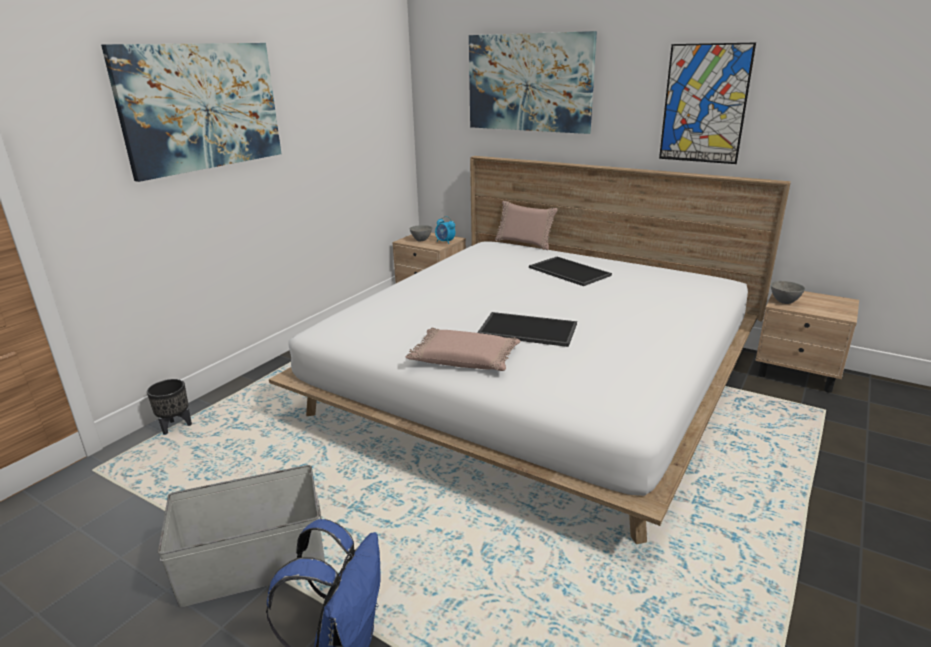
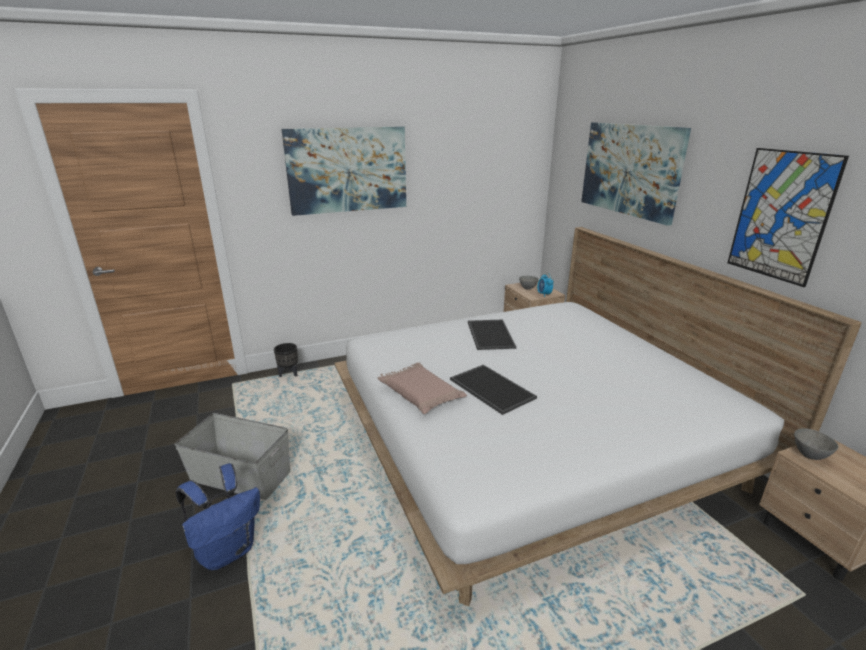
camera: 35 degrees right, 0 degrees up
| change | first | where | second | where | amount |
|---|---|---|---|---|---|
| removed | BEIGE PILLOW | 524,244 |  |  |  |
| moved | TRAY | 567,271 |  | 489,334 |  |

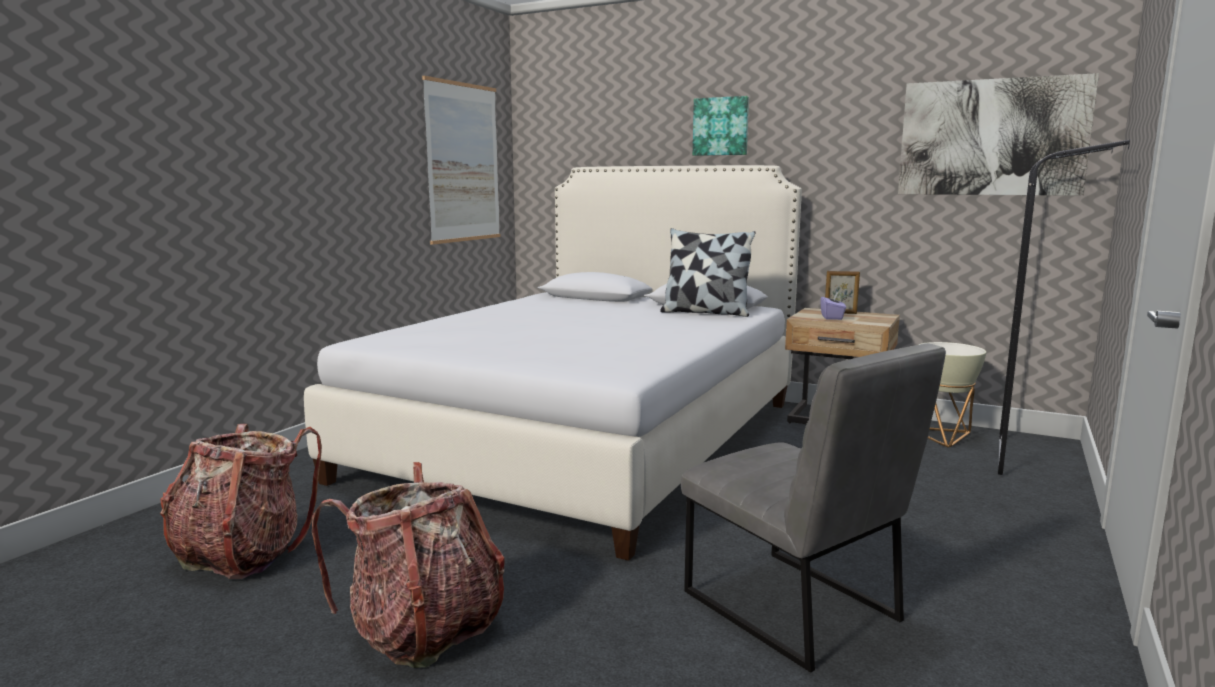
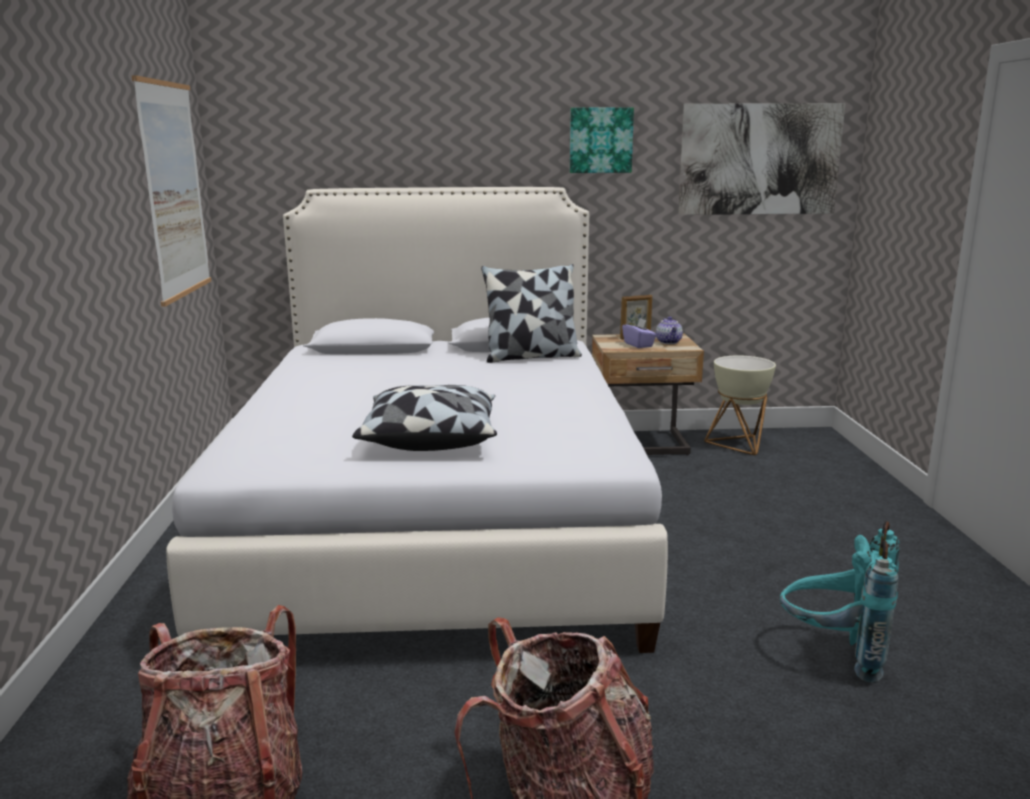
camera: 30 degrees left, 5 degrees up
| change | first | where | second | where | amount |
|---|---|---|---|---|---|
| moved | PICTURE | 721,126 |  | 600,140 |  |
| removed | BLACK CLOTHES RACK | 1035,462 |  |  |  |
| replaced | GREY CHAIR | 794,609 | TURQUOISE BACKPACK | 833,653 |  |
| added |  |  | TEAPOT | 669,342 |  |
| added |  |  | PILLOW | 430,438 |  |

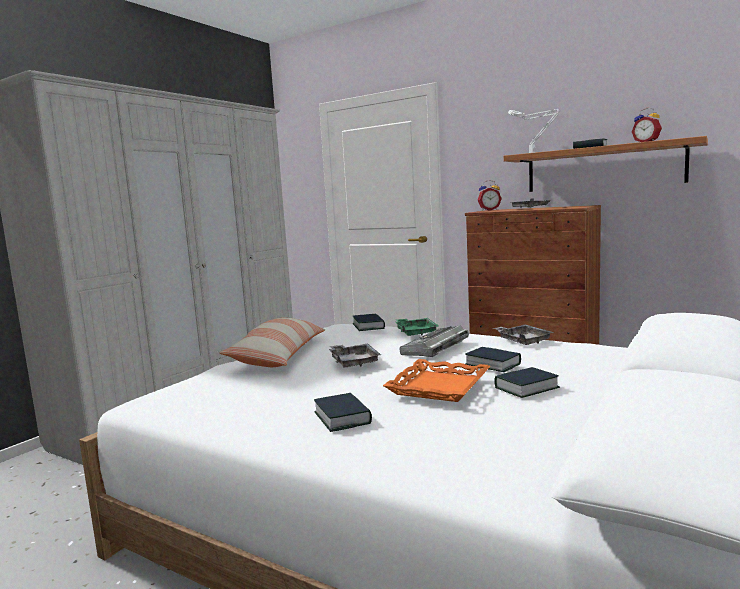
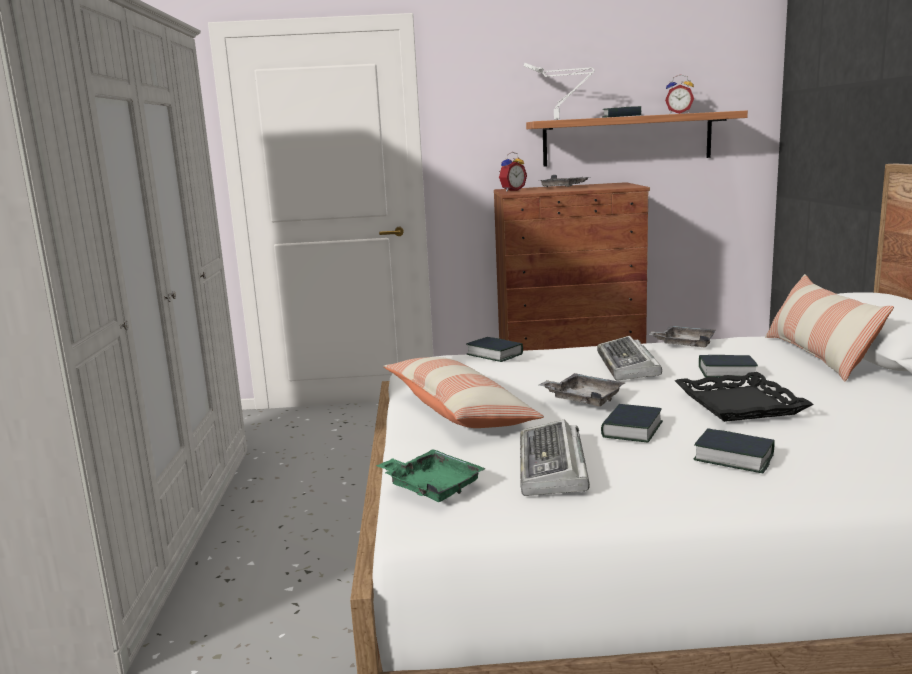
camera: 35 degrees left, 5 degrees up
| change | first | where | second | where | amount |
|---|---|---|---|---|---|
| moved | GREEN TRAY | 415,332 |  | 432,486 |  |
| recoloured | ORANGE TRAY | 439,387 | BLACK TRAY | 740,404 |  |
| moved | BOOK | 526,388 |  | 631,430 |  |
| added |  |  | PILLOW | 818,356 |  |
| added |  |  | KEYBOARD | 552,468 |  |

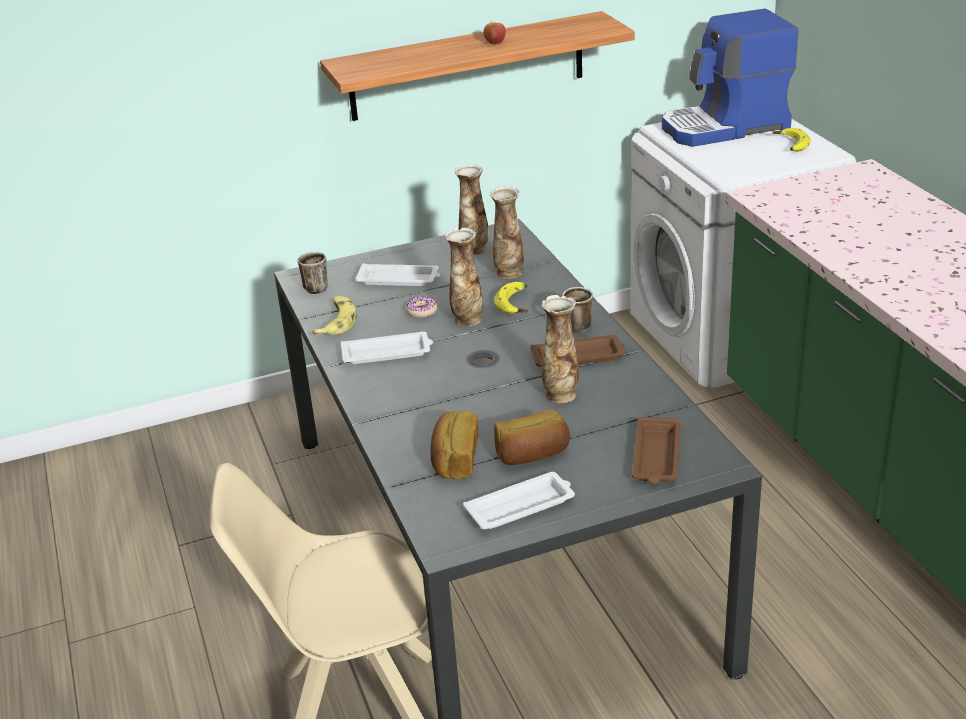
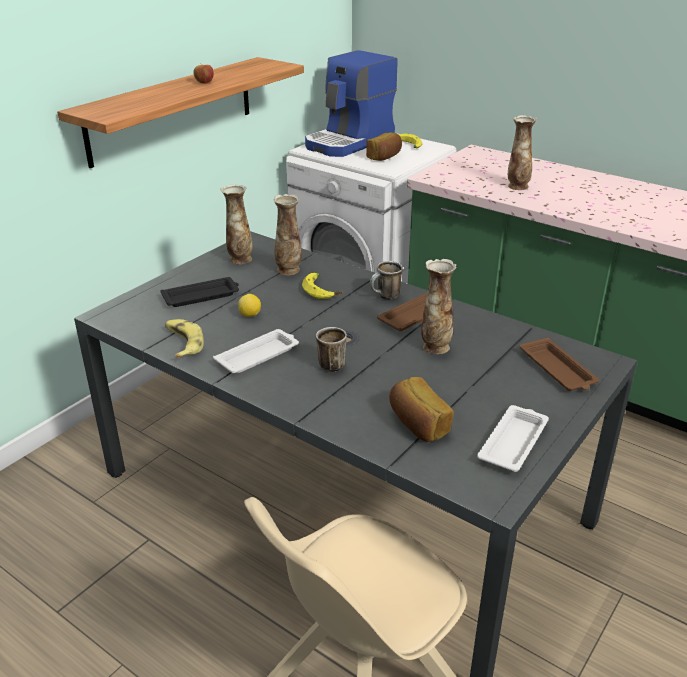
camera: 35 degrees left, 0 degrees up
| change | first | where | second | where | amount |
|---|---|---|---|---|---|
| moved | VASE | 467,319 |  | 517,186 |  |
| moved | MUG | 317,287 |  | 329,364 |  |
| recoloured | WHITE TRAY | 399,280 | BLACK TRAY | 202,296 |  |
| replaced | DONUT | 422,311 | LEMON | 250,315 |  |
| moved | BREAD | 532,454 |  | 385,157 |  |

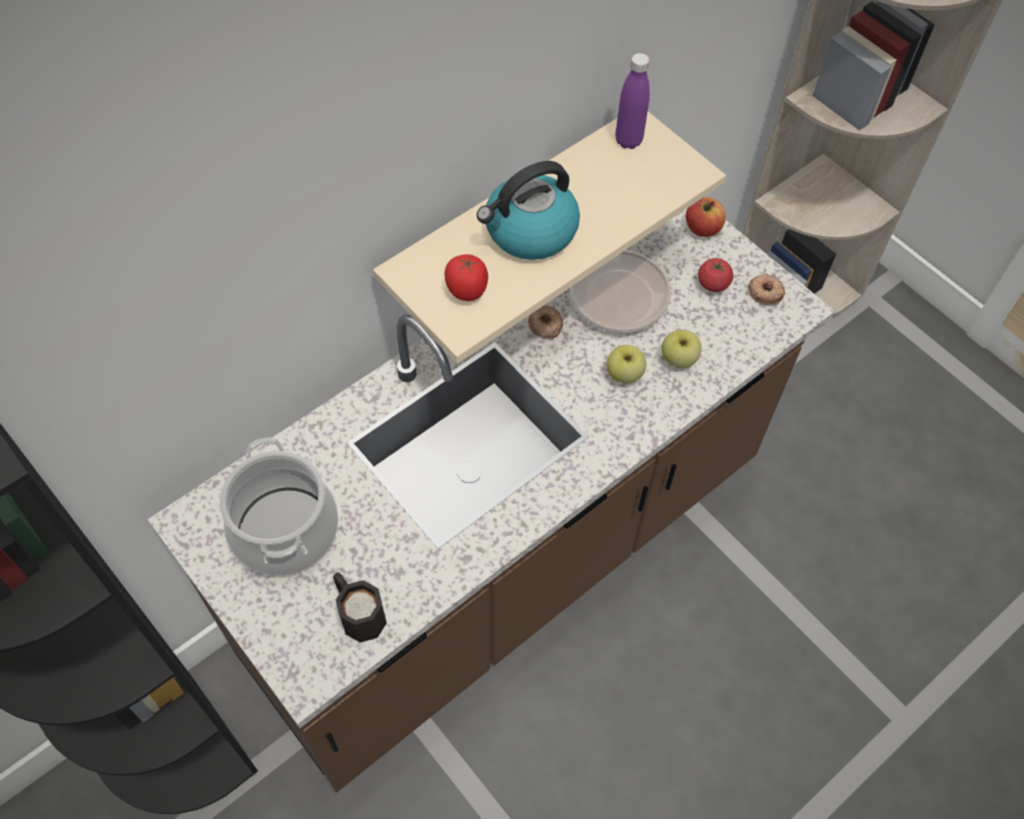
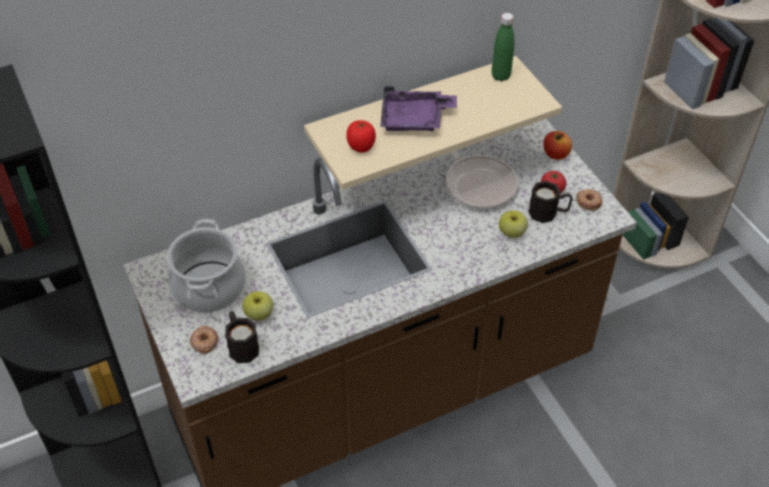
camera: 15 degrees right, 10 degrees down
| change | first | where | second | where | amount |
|---|---|---|---|---|---|
| recoloured | PURPLE BOTTLE | 628,140 | GREEN BOTTLE | 500,76 |  |
| replaced | KETTLE | 529,232 | PURPLE TRAY | 414,119 |  |
| moved | DONUT | 545,324 |  | 204,342 |  |
| moved | APPLE | 624,374 |  | 259,314 |  |
| added |  |  | BLACK MUG | 548,213 |  |

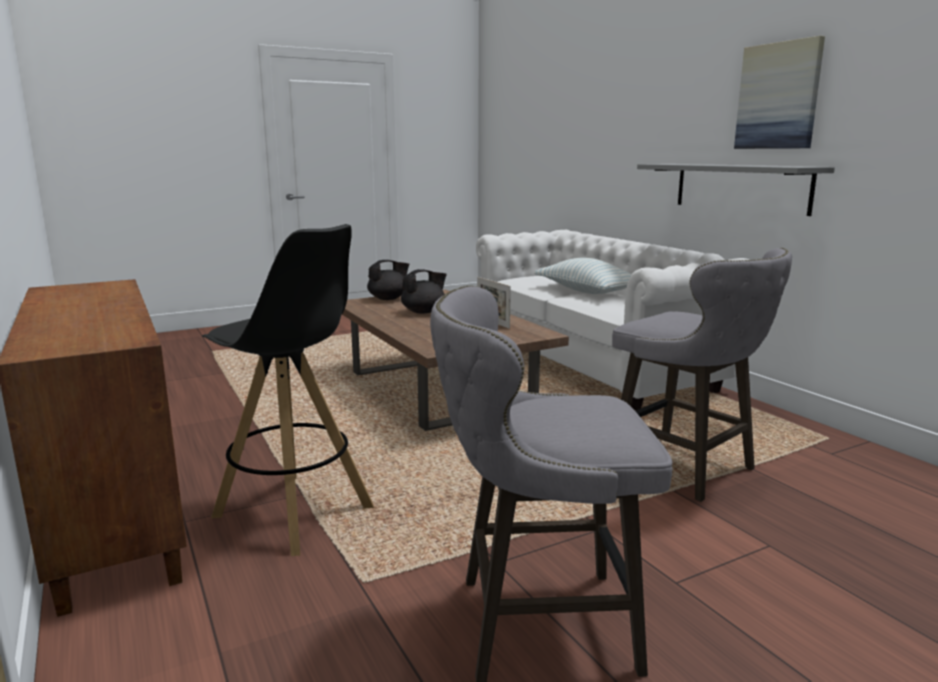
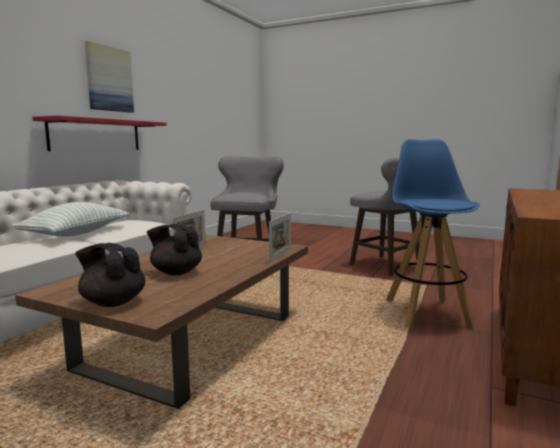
camera: 125 degrees left, 5 degrees down
| change | first | where | second | where | amount |
|---|---|---|---|---|---|
| recoloured | GREY SHELF | 740,187 | RED SHELF | 96,135 |  |
| recoloured | BLACK STOOL | 295,512 | BLUE STOOL | 426,312 |  |
| added |  |  | PICTURE FRAME | 280,255 |  |

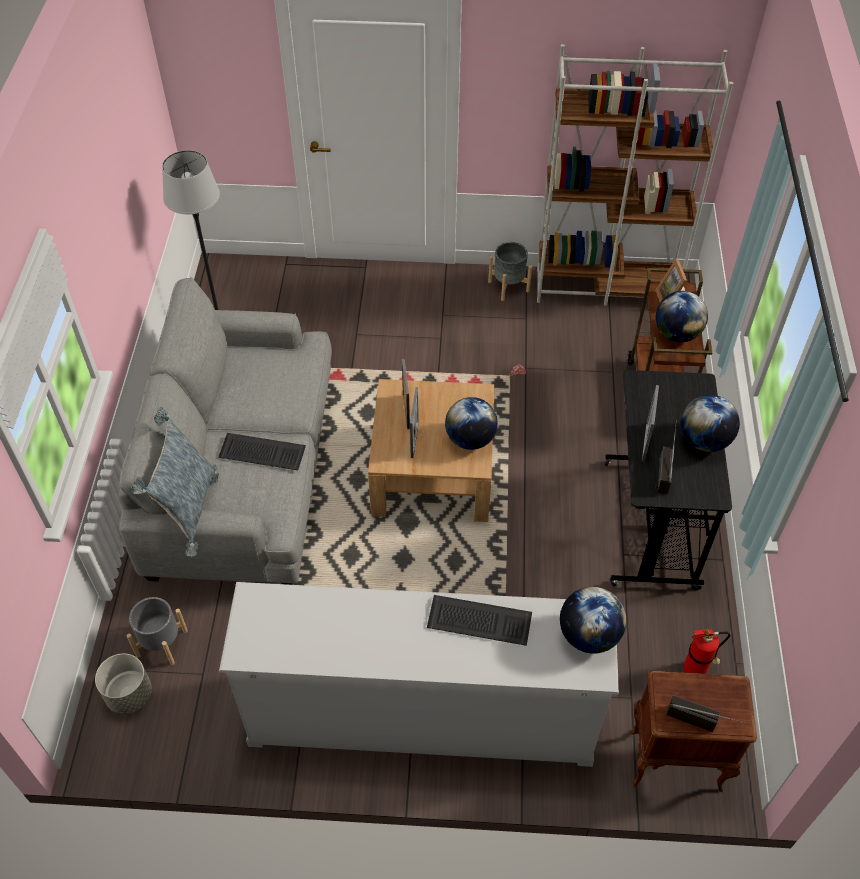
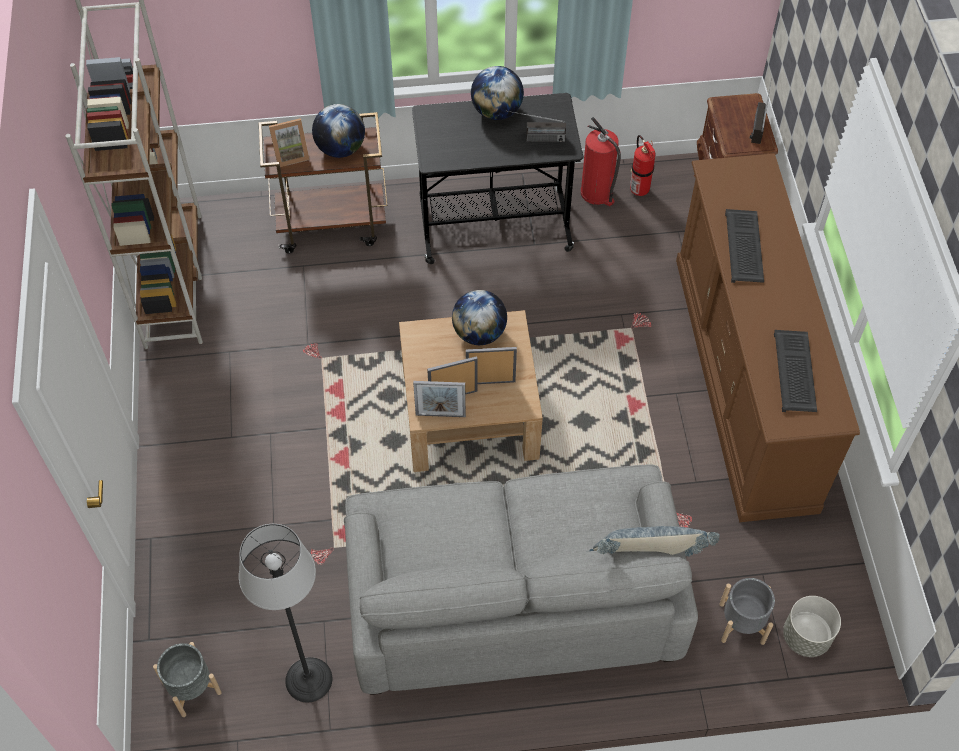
camera: 100 degrees left, 5 degrees up
| change | first | where | second | where | amount |
|---|---|---|---|---|---|
| moved | GREY PLANTER | 508,286 |  | 192,688 |  |
| moved | PICTURE FRAME | 645,442 |  | 440,415 |  |
| moved | KEYBOARD | 261,453 |  | 795,373 |  |
| recoloured | WHITE CABINET | 420,715 | BROWN CABINET | 744,380 |  |
| removed | GLOBE | 589,635 |  |  |  |
| added |  |  | FIRE EXTINGUISHER | 597,193 |  |

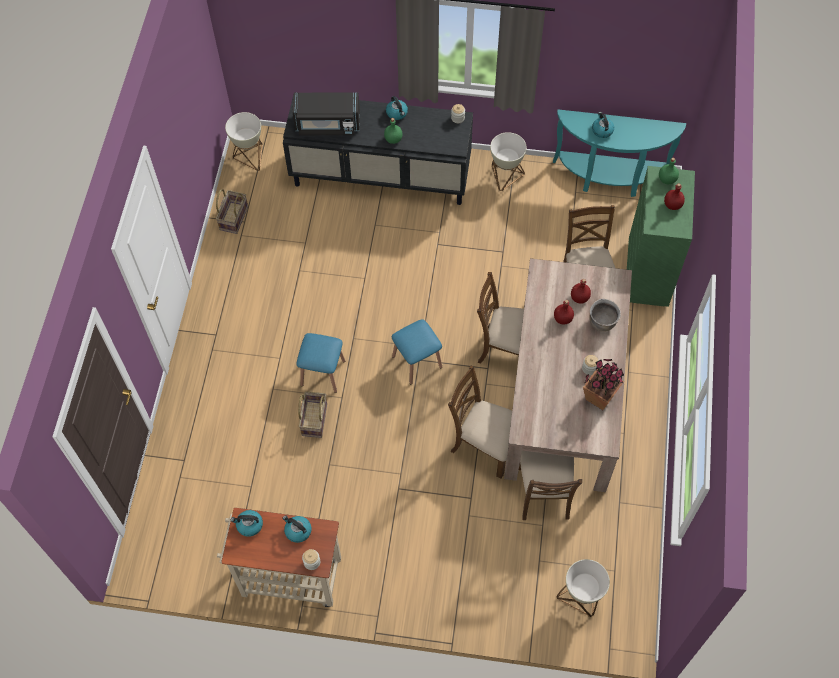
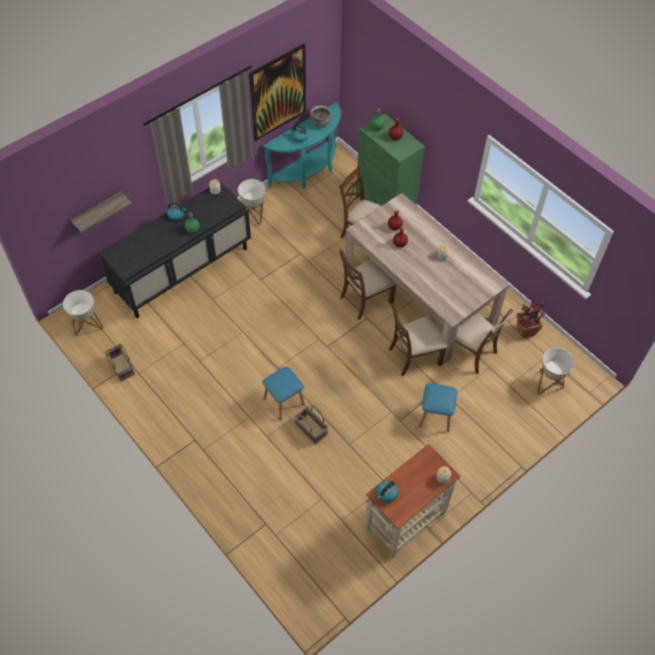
camera: 50 degrees left, 5 degrees down
| change | first | where | second | where | amount |
|---|---|---|---|---|---|
| removed | BLACK MICROWAVE | 327,124 |  |  |  |
| moved | BROWN COOKING POT | 602,323 |  | 320,123 |  |
| moved | BLUE STOOL | 417,361 |  | 435,416 |  |
| moved | POTTED PLANT | 599,397 |  | 525,330 |  |
| removed | KETTLE | 297,531 |  |  |  |
| added |  |  | PICTURE | 278,92 |  |
| added |  |  | SHELF | 98,212 |  |

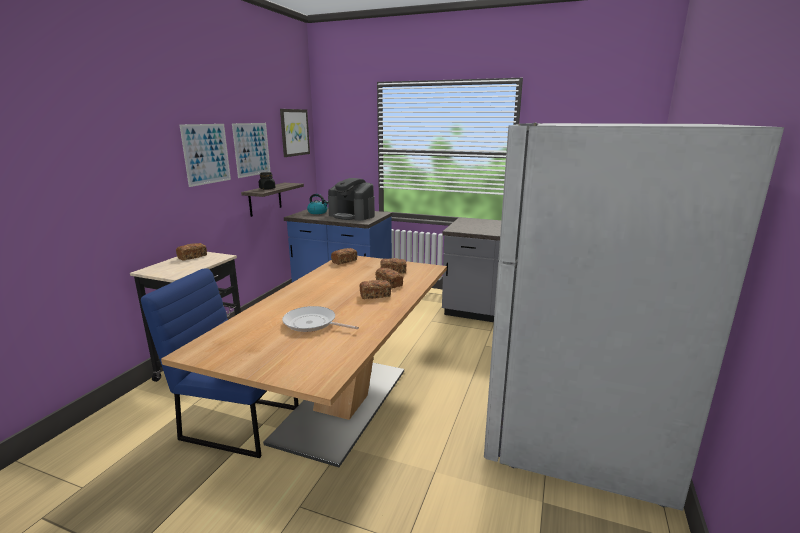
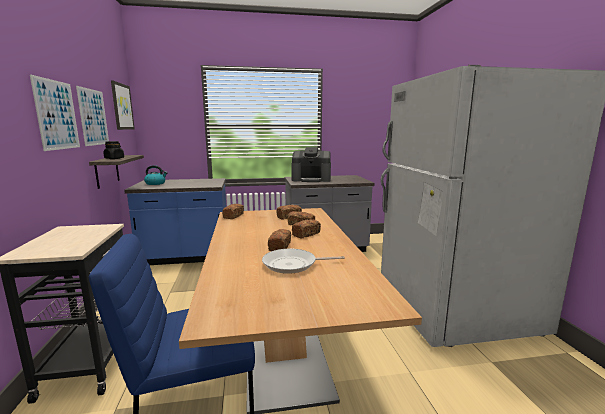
camera: 30 degrees left, 5 degrees down
| change | first | where | second | where | amount |
|---|---|---|---|---|---|
| moved | COFFEE MACHINE | 352,215 |  | 311,179 |  |
| moved | BREAD | 192,257 |  | 279,247 |  |

